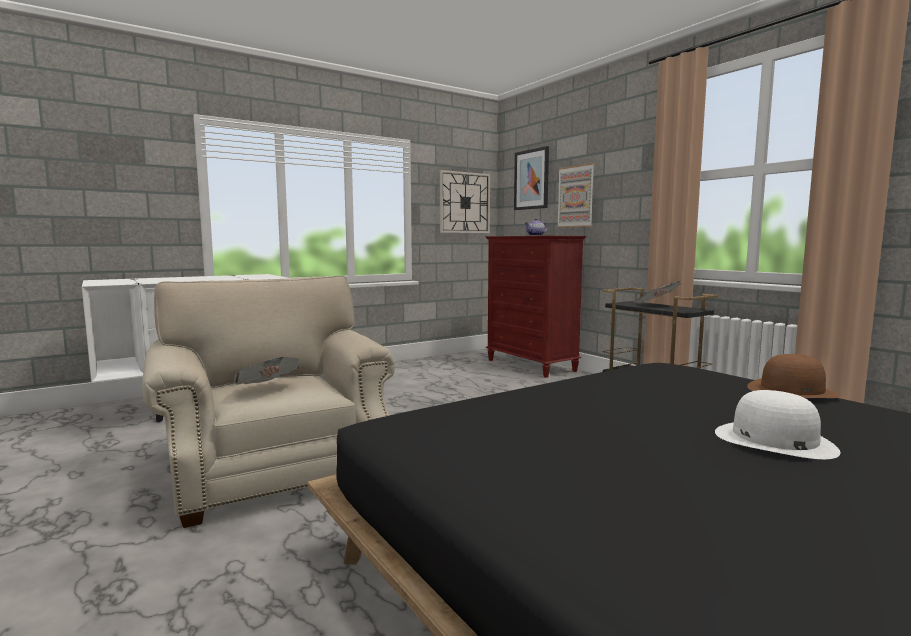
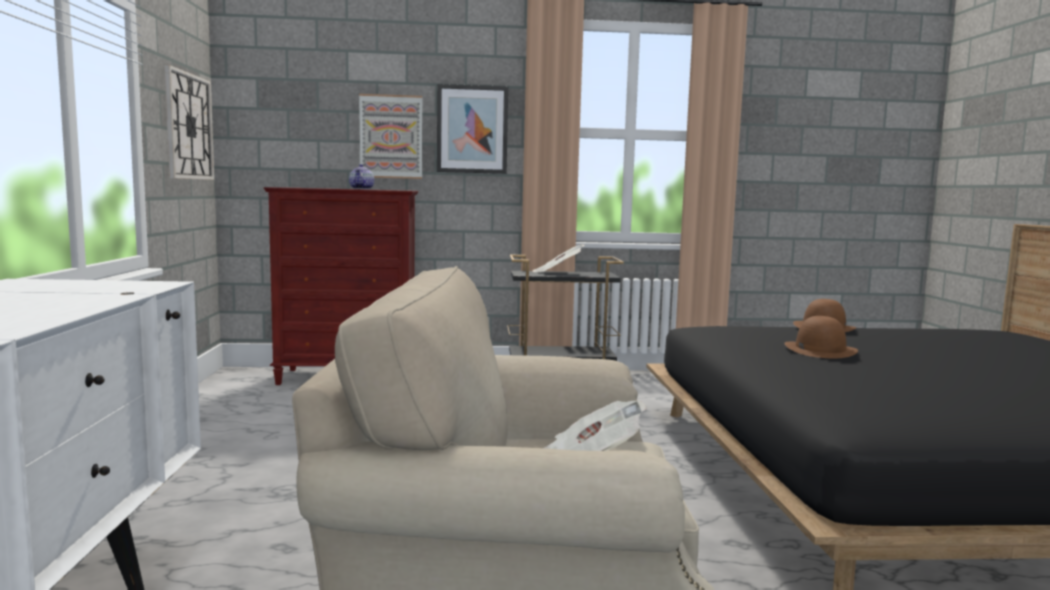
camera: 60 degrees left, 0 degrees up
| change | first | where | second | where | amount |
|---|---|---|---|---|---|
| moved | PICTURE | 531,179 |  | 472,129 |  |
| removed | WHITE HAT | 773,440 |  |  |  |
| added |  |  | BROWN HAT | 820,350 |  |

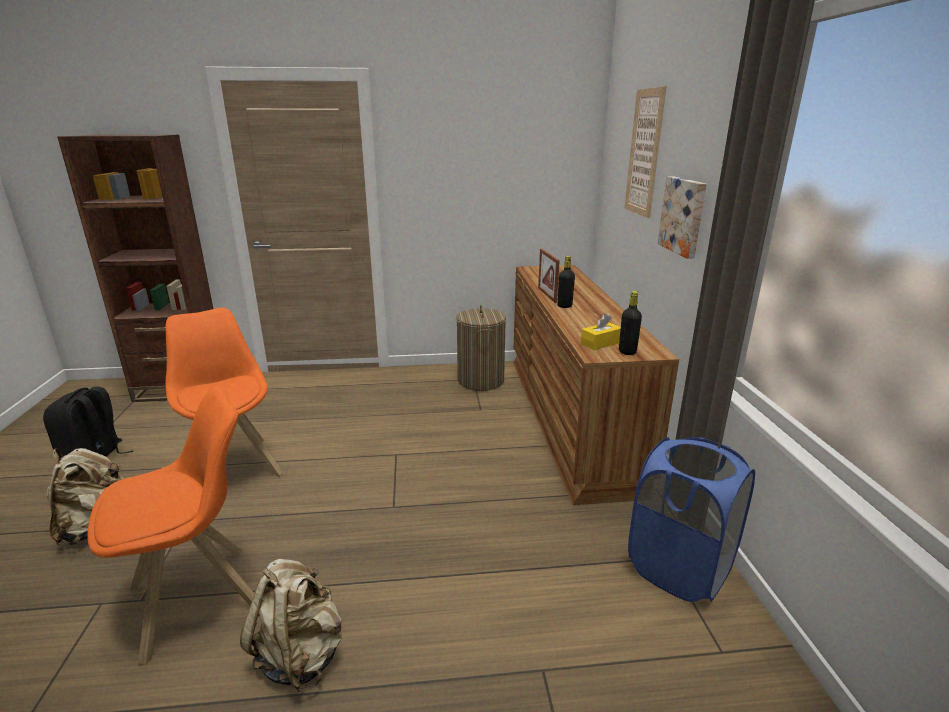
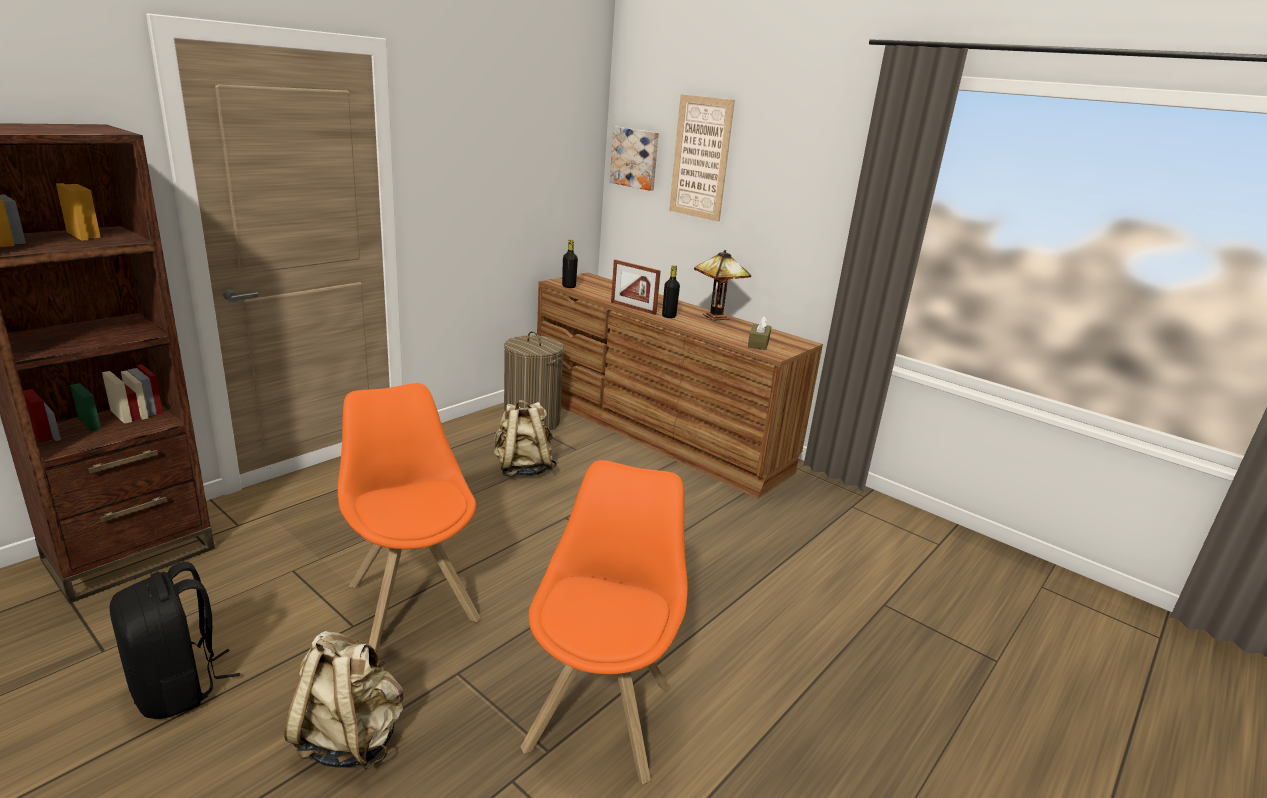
camera: 45 degrees left, 0 degrees up
| change | first | where | second | where | amount |
|---|---|---|---|---|---|
| moved | PICTURE | 684,216 |  | 635,158 |  |
| moved | BLACK BOTTLE | 627,352 |  | 569,286 |  |
| turned | ORANGE CHAIR | 234,467 |  | 411,602 | 45 degrees clockwise |
| recoloured | YELLOW TISSUE BOX | 600,343 | BROWN TISSUE BOX | 758,343 |  |
| removed | BLUE LAUNDRY BASKET | 679,568 |  |  |  |
| moved | BEIGE BACKPACK | 301,654 |  | 523,469 |  |
| added |  |  | TABLE LAMP | 718,317 |  |

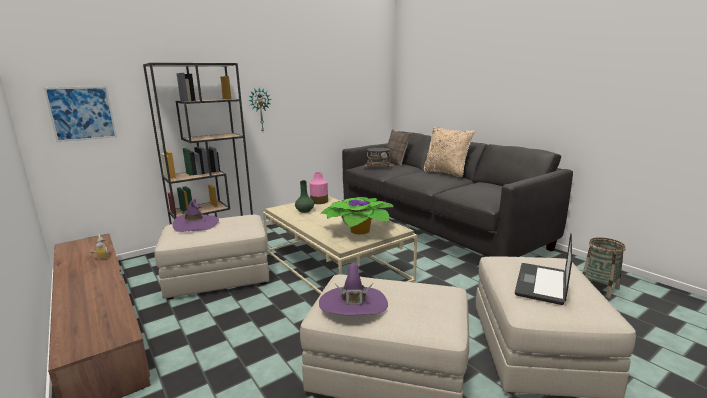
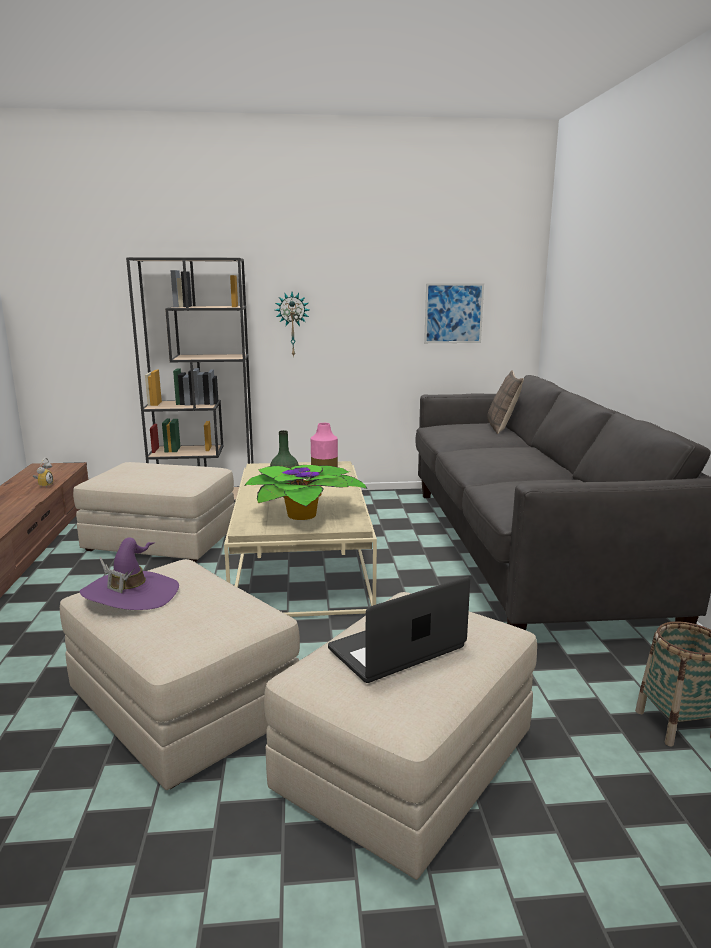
camera: 30 degrees right, 0 degrees up
| change | first | where | second | where | amount |
|---|---|---|---|---|---|
| moved | PICTURE | 82,113 |  | 453,313 |  |
| removed | BEIGE PILLOW | 446,174 |  |  |  |
| removed | GREY HAT | 378,167 |  |  |  |
| removed | PURPLE HAT | 196,225 |  |  |  |

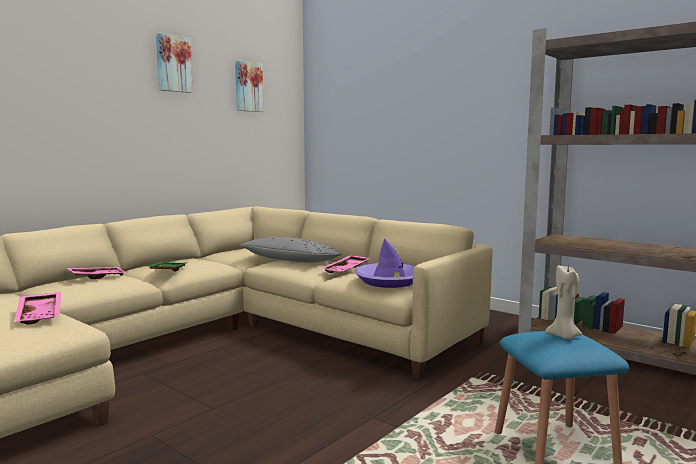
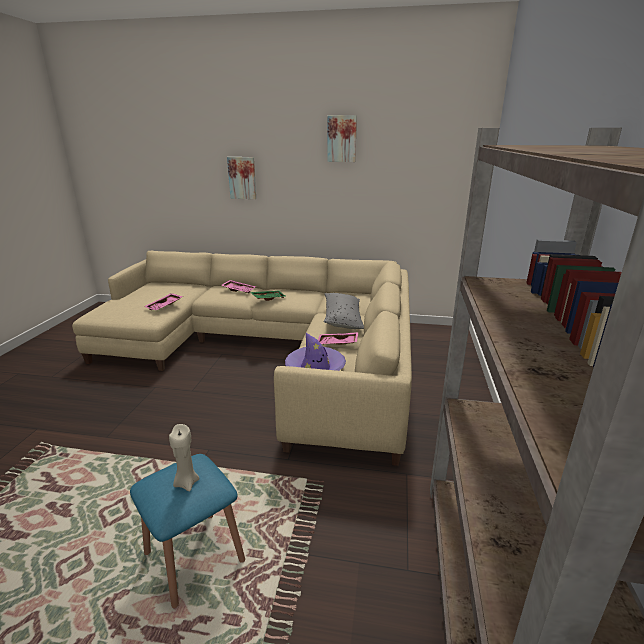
camera: 60 degrees right, 15 degrees up
| change | first | where | second | where | amount |
|---|---|---|---|---|---|
| moved | PICTURE | 248,87 |  | 242,178 |  |

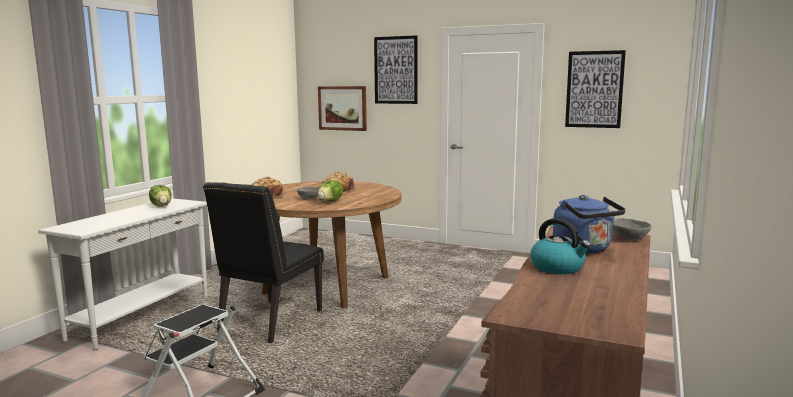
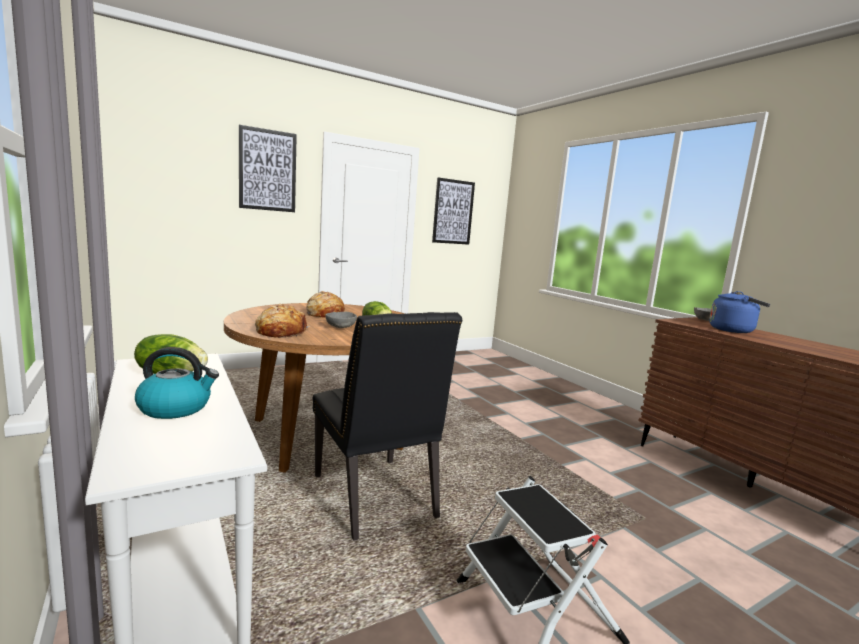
camera: 55 degrees left, 0 degrees up
| change | first | where | second | where | amount |
|---|---|---|---|---|---|
| removed | PICTURE | 342,108 |  |  |  |
| moved | KETTLE | 558,268 |  | 176,408 |  |

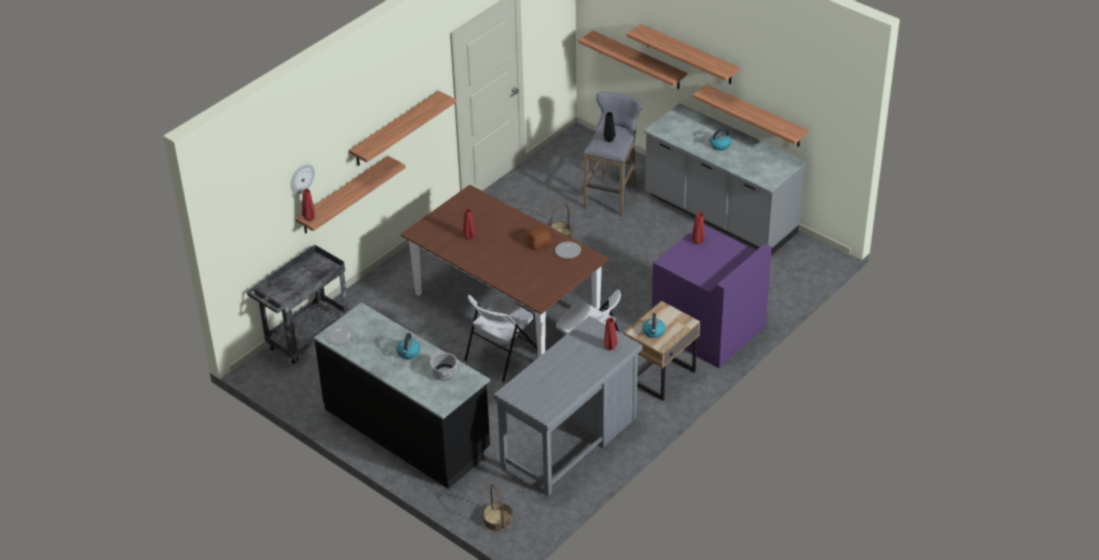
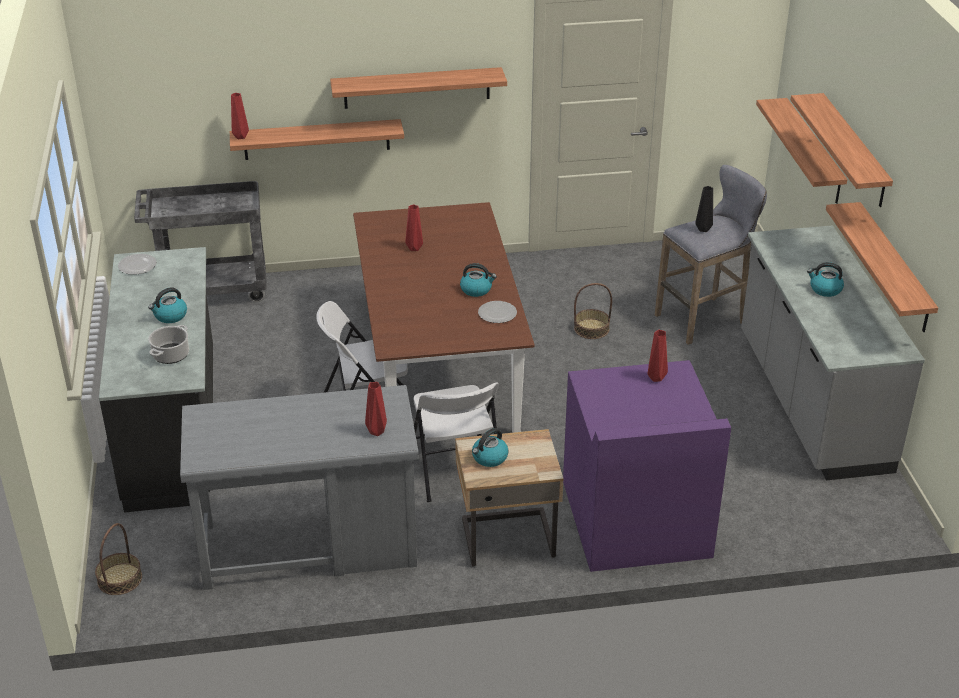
camera: 40 degrees right, 5 degrees down
| change | first | where | second | where | amount |
|---|---|---|---|---|---|
| removed | WALL CLOCK | 301,178 |  |  |  |
| replaced | BREAD | 538,243 | KETTLE | 476,289 |  |

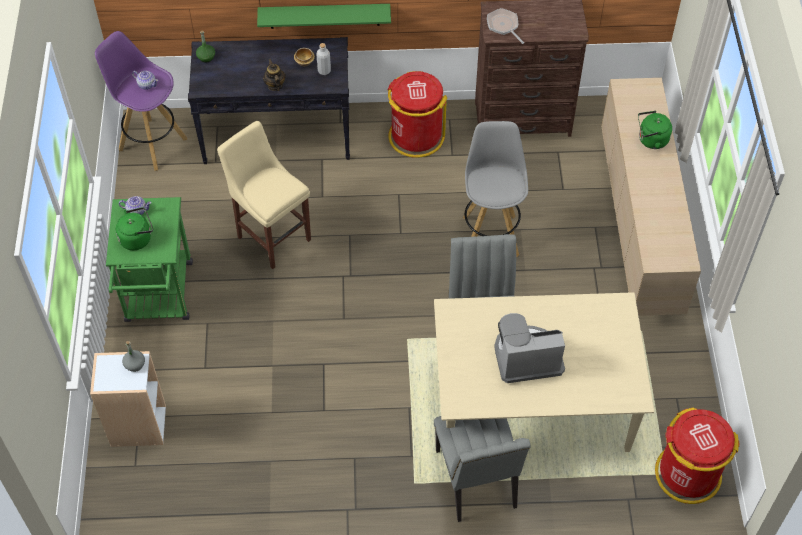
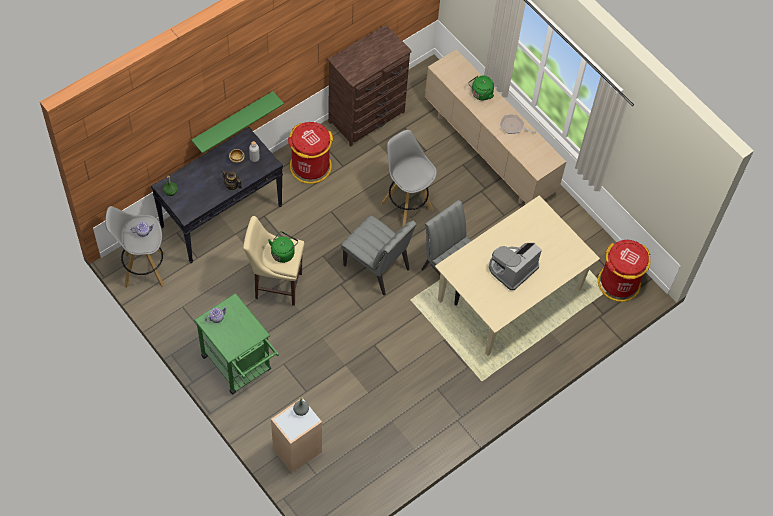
camera: 40 degrees left, 5 degrees up
| change | first | where | second | where | amount |
|---|---|---|---|---|---|
| moved | FRYING PAN | 503,26 |  | 513,126 |  |
| recoloured | PURPLE STOOL | 152,143 | GREY STOOL | 143,269 |  |
| moved | GREEN KETTLE | 137,238 |  | 283,252 |  |
| moved | GREY CHAIR | 475,478 |  | 376,267 |  |

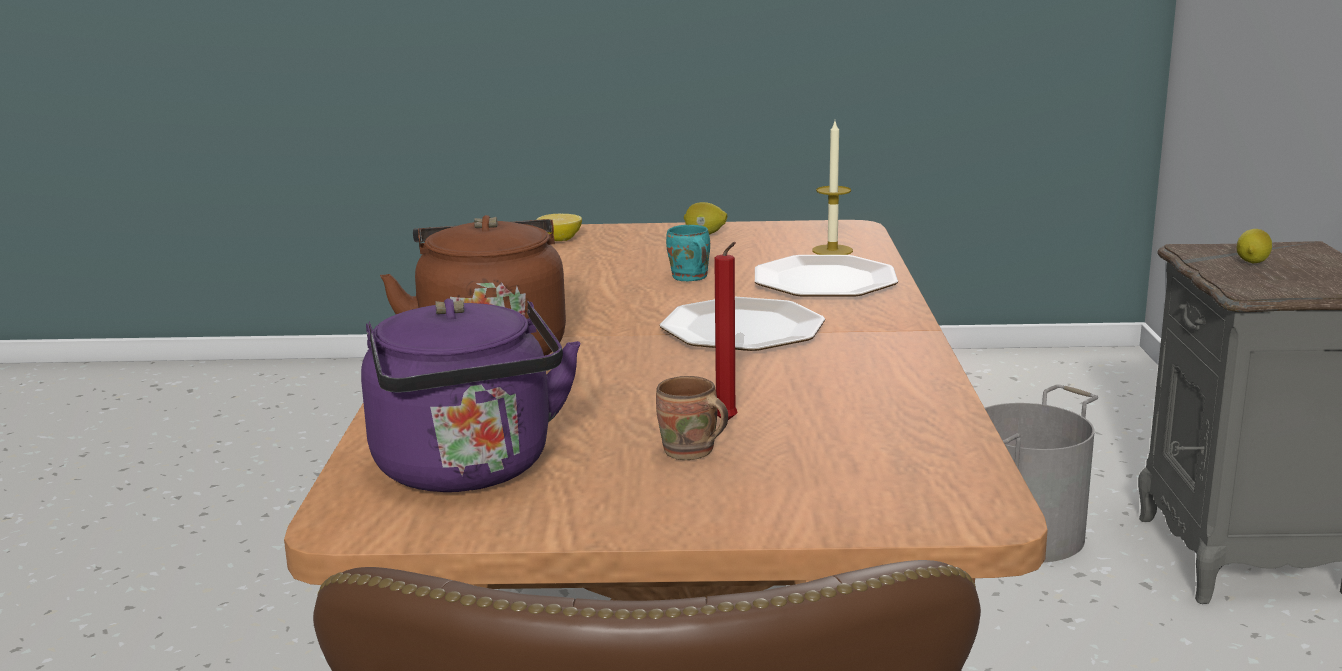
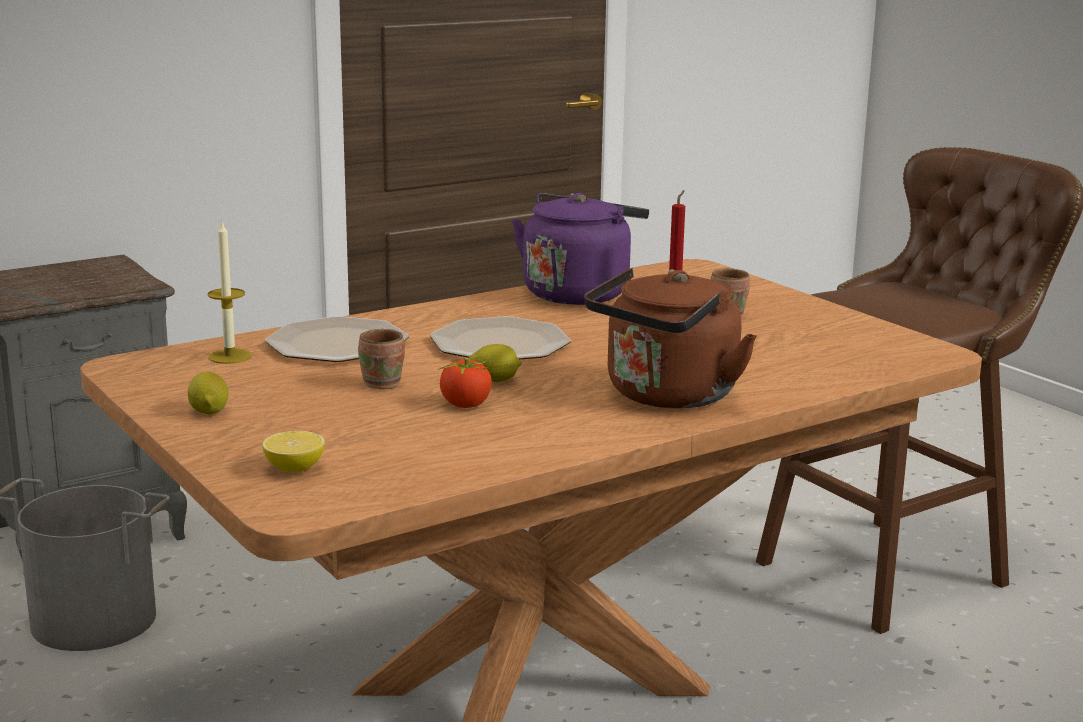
camera: 125 degrees left, 0 degrees up
| change | first | where | second | where | amount |
|---|---|---|---|---|---|
| recoloured | TURQUOISE MUG | 689,278 | BROWN MUG | 385,384 |  |
| moved | LEMON | 1252,261 |  | 495,381 |  |
| moved | PURPLE KETTLE | 468,471 |  | 578,293 |  |
| added |  |  | TOMATO | 466,404 |  |

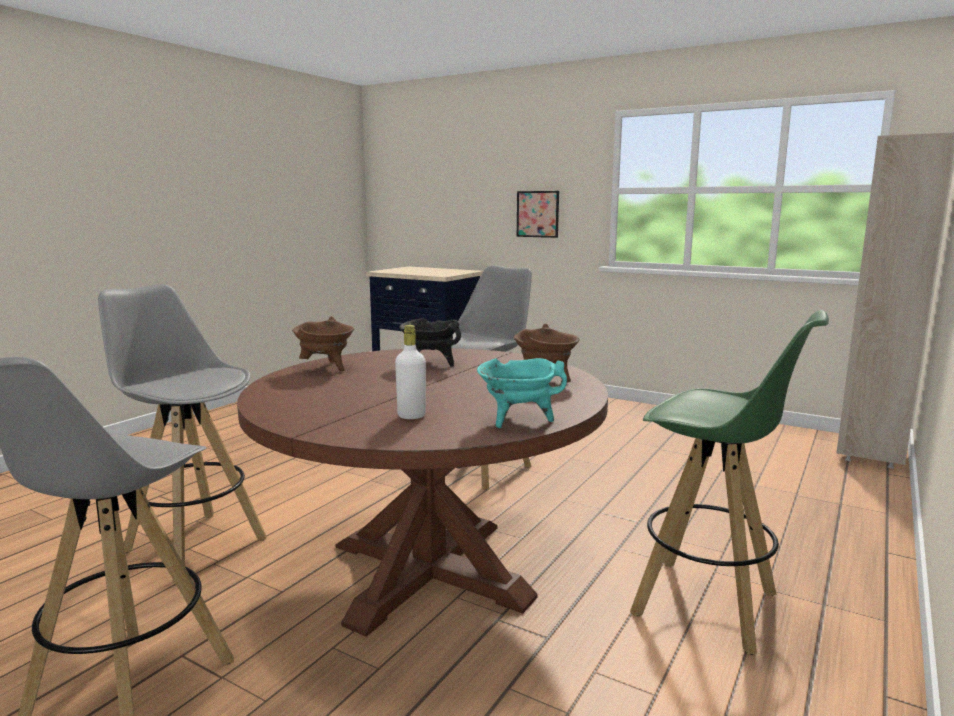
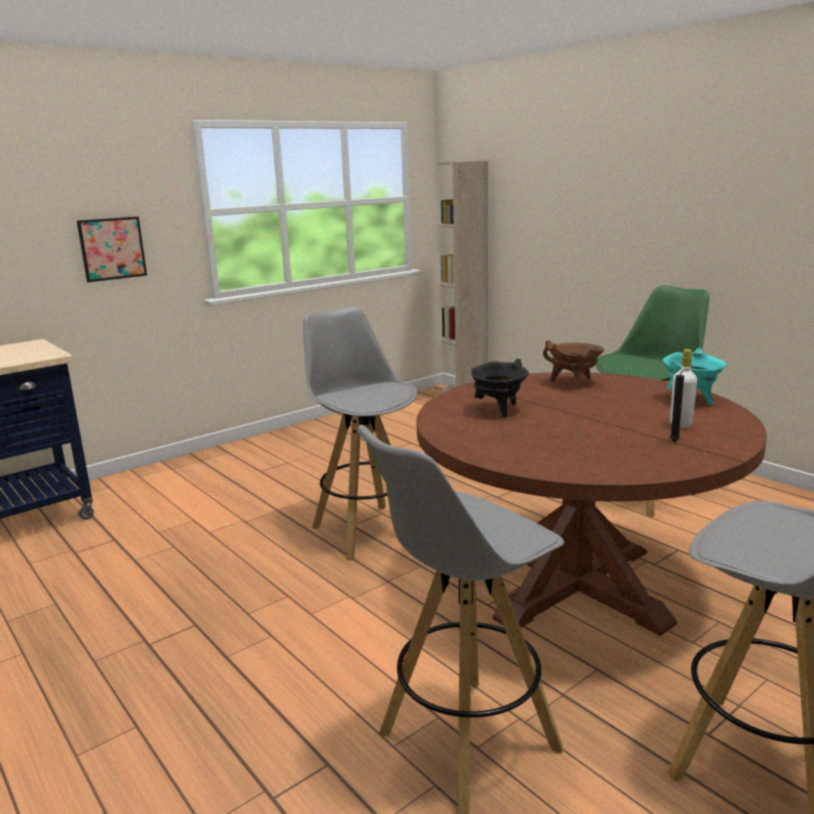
camera: 70 degrees left, 5 degrees up
| change | first | where | second | where | amount |
|---|---|---|---|---|---|
| removed | BROWN COOKING POT | 326,368 |  |  |  |
| added |  |  | BLACK CANDLE | 676,442 |  |

